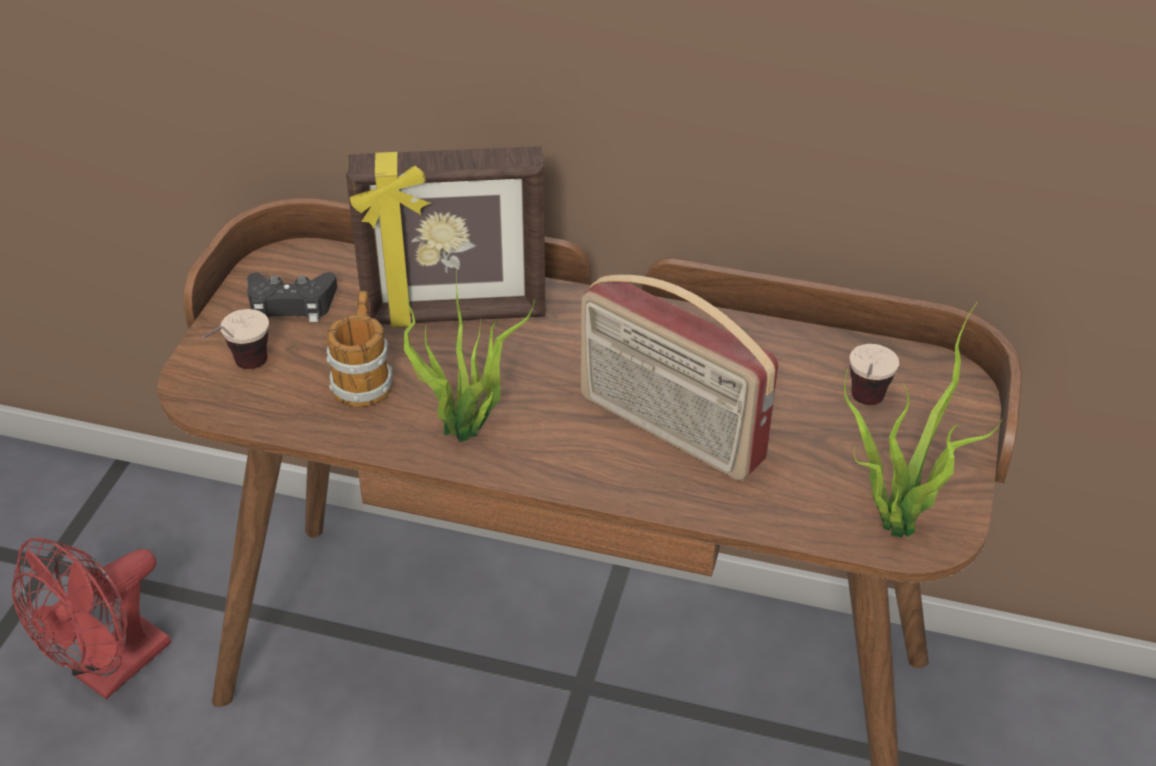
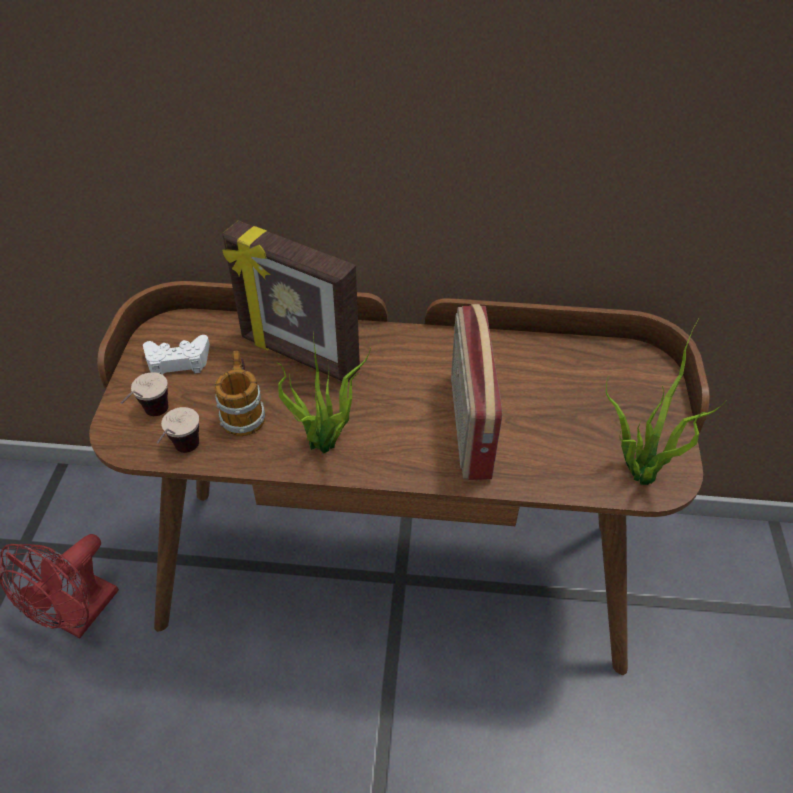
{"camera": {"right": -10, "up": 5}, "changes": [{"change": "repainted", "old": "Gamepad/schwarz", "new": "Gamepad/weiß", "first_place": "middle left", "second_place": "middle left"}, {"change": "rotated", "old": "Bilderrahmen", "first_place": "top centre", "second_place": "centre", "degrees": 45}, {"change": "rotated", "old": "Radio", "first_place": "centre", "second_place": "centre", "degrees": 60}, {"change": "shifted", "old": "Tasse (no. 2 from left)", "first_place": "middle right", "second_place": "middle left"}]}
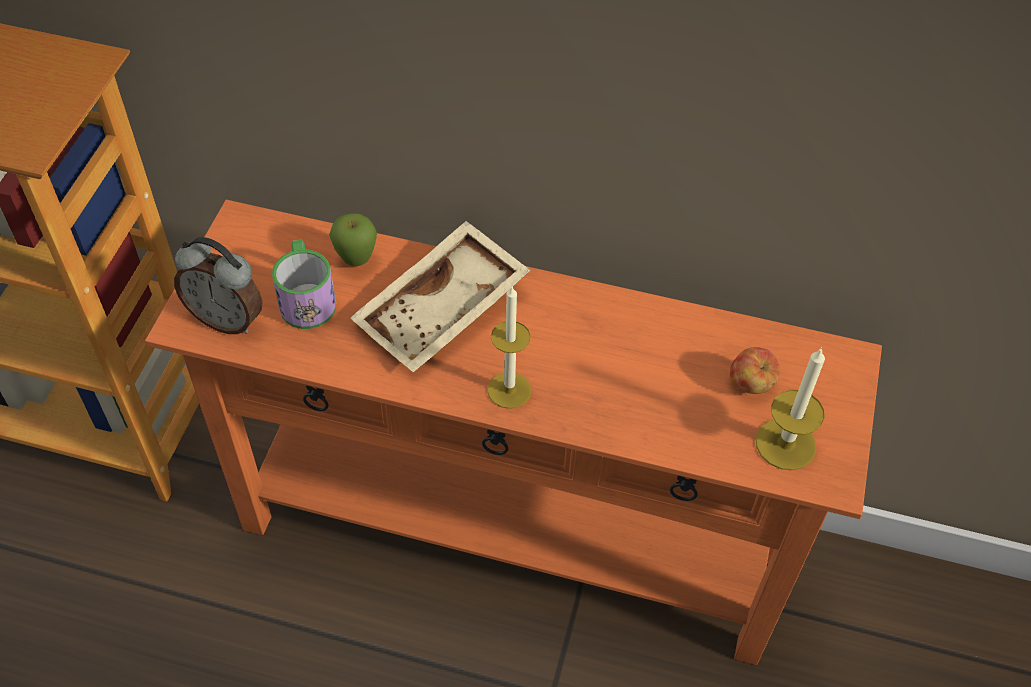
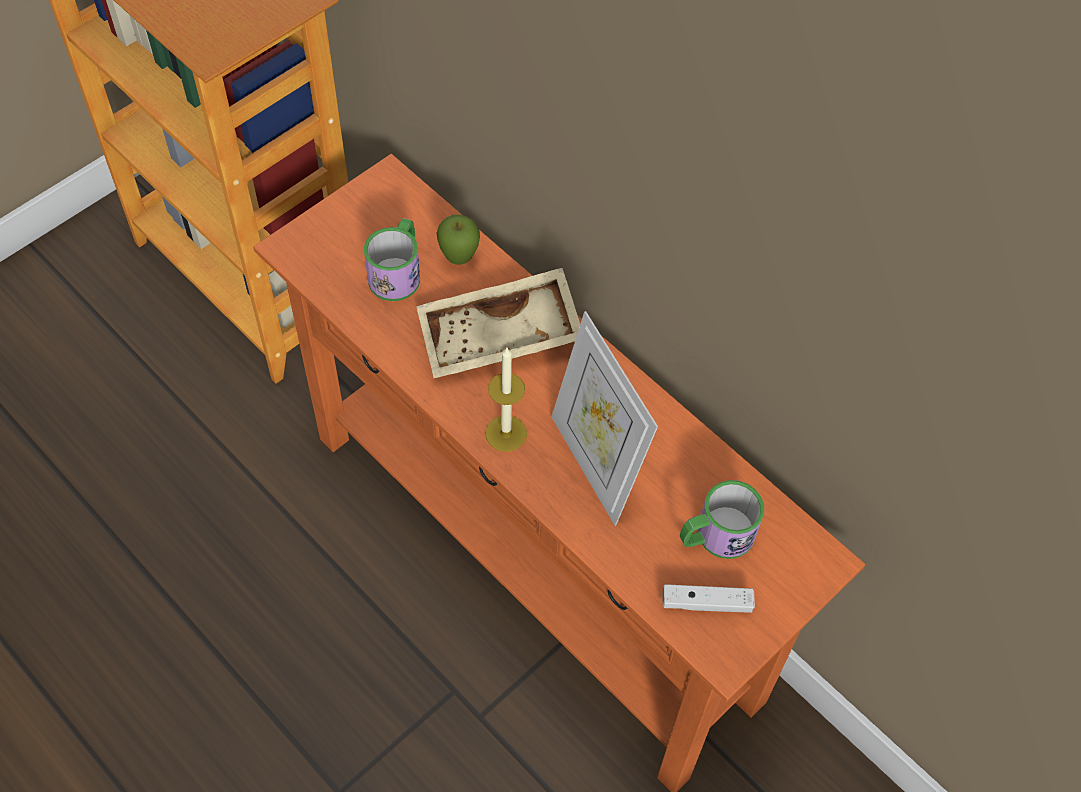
{"camera": {"right": 30, "up": 5}, "changes": [{"change": "gone", "old": "Wecker", "first_place": "middle left"}, {"change": "swapped", "old": "Apfel (no. 2 from left)", "new": "Henkelbecher (no. 2 from left)", "first_place": "middle right", "second_place": "middle right"}, {"change": "swapped", "old": "Kerze (no. 2 from left)", "new": "Gamepad/weiß", "first_place": "middle right", "second_place": "bottom centre"}, {"change": "new", "new": "Bilderrahmen", "second_place": "centre"}]}
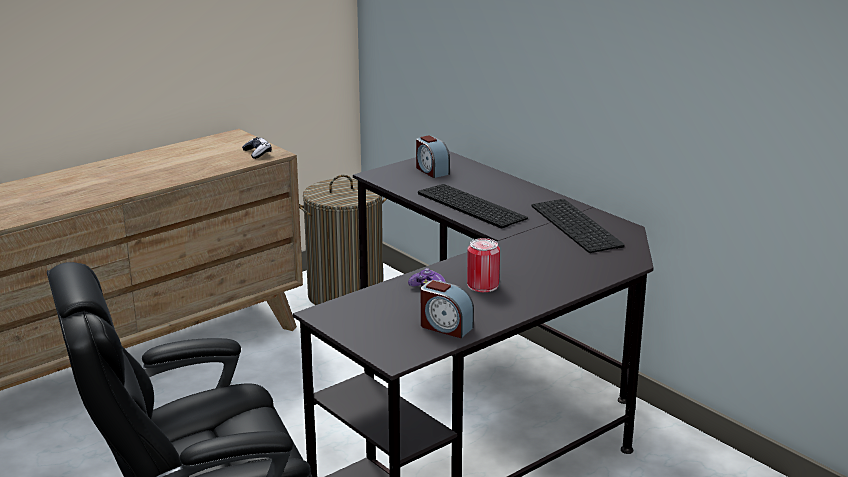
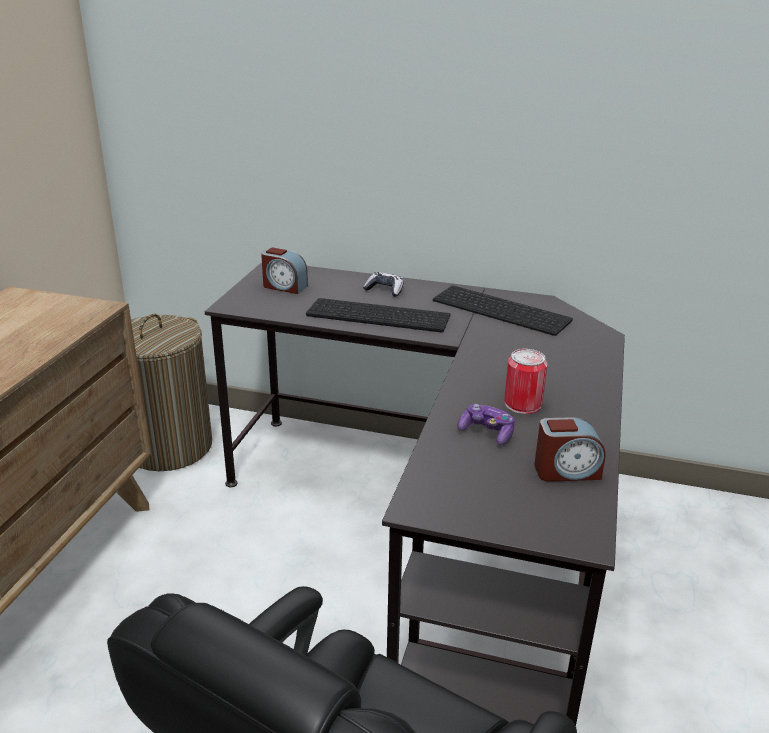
{"camera": {"right": -35, "up": 5}, "changes": [{"change": "shifted", "old": "Gamepad (no. 1 from left)", "first_place": "top left", "second_place": "centre"}]}
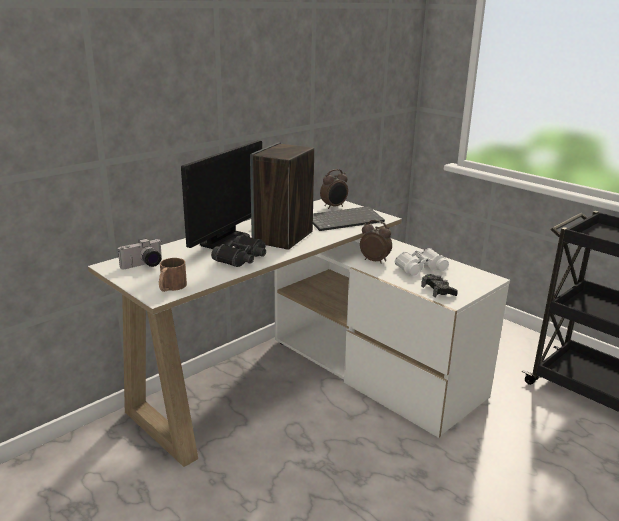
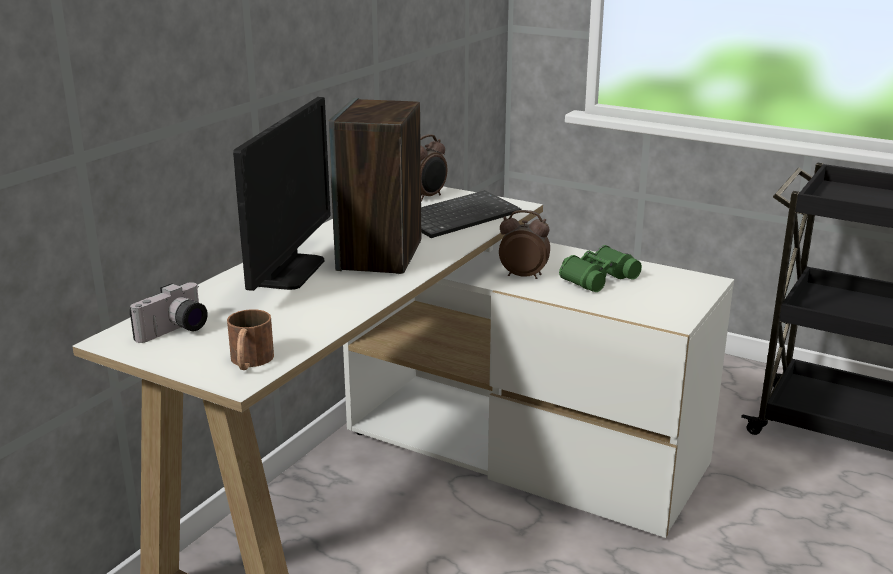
{"camera": {"right": -15, "up": 0}, "changes": [{"change": "gone", "old": "Fernglas/schwarz", "first_place": "centre"}, {"change": "repainted", "old": "Fernglas/weiß", "new": "Fernglas/grün", "first_place": "middle right", "second_place": "middle right"}, {"change": "gone", "old": "Gamepad/schwarz", "first_place": "middle right"}]}
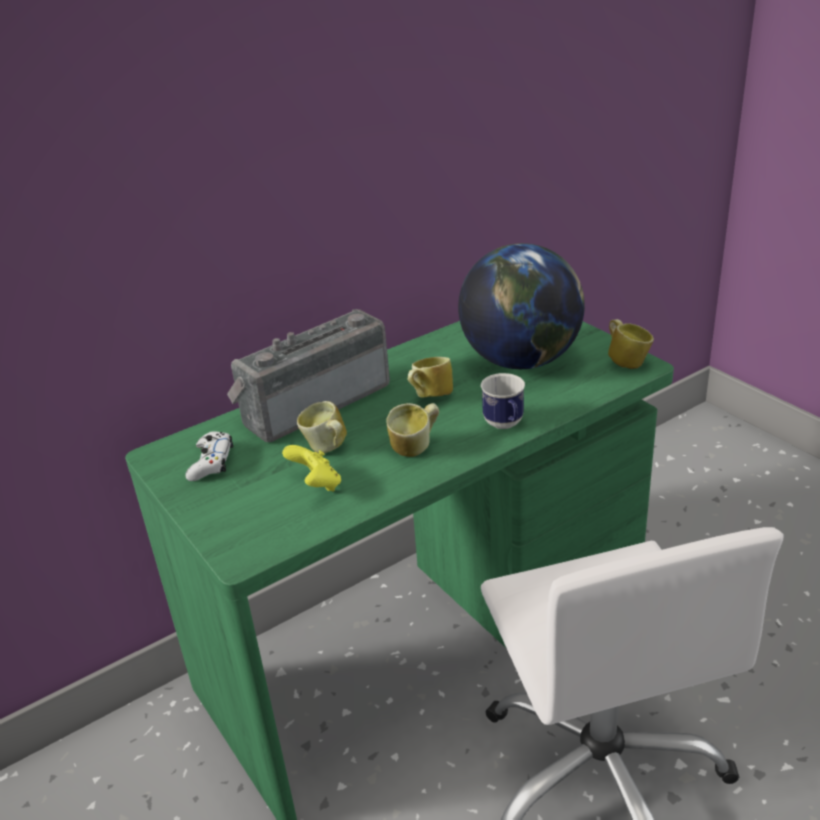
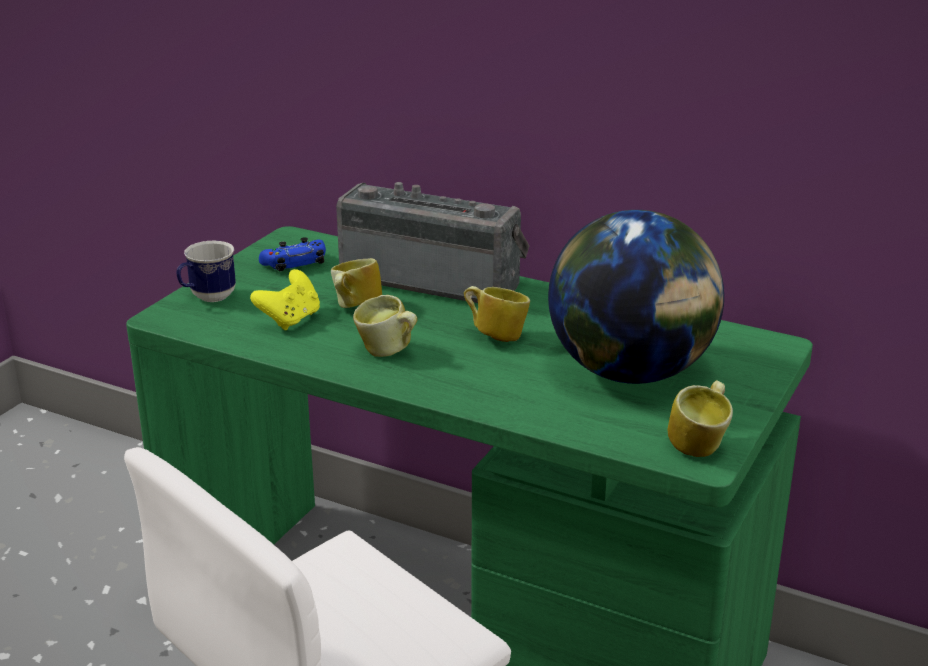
{"camera": {"right": 60, "up": -5}, "changes": [{"change": "repainted", "old": "Gamepad/weiß", "new": "Gamepad/blau", "first_place": "middle left", "second_place": "middle left"}, {"change": "shifted", "old": "Henkelbecher (no. 4 from left in the first image)", "new": "Henkelbecher (no. 1 from left)", "first_place": "centre", "second_place": "middle left"}]}
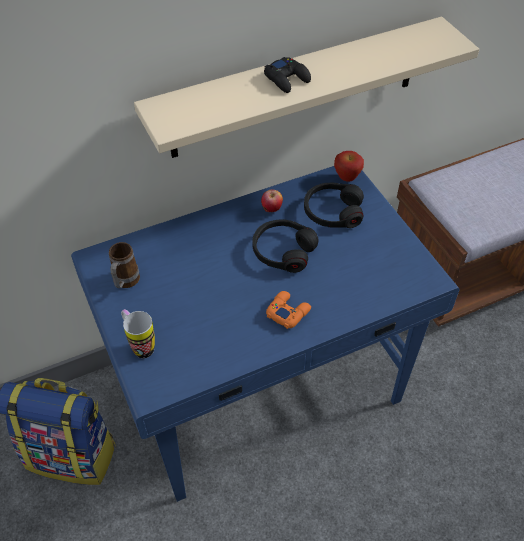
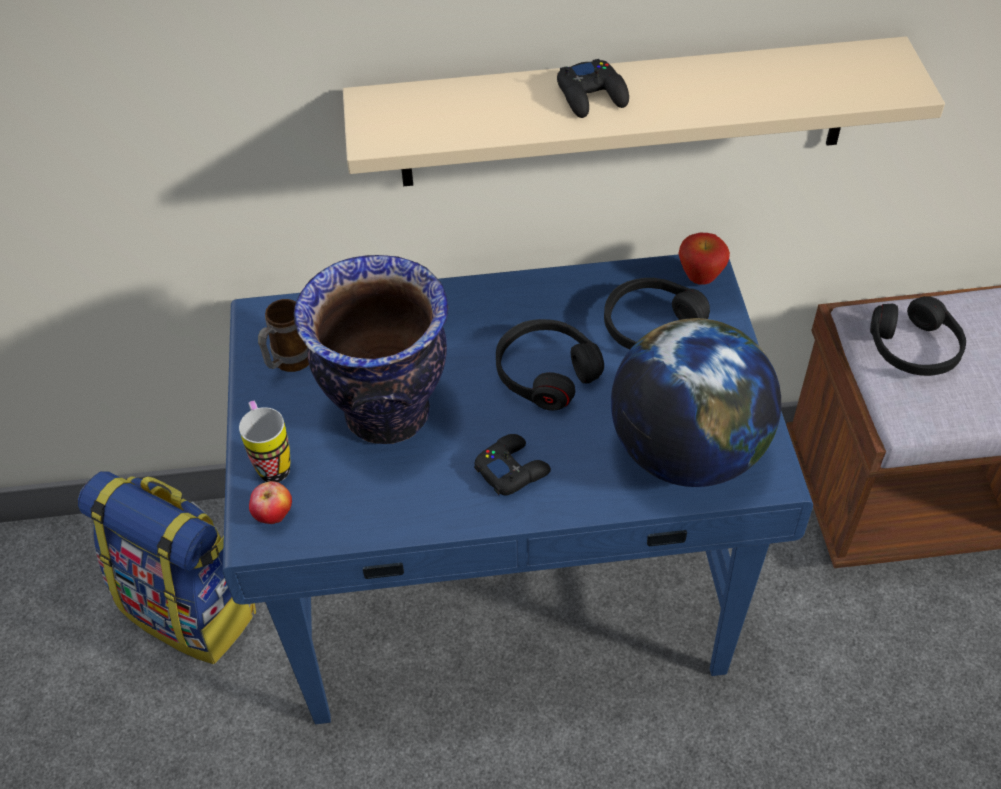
{"camera": {"right": 20, "up": 0}, "changes": [{"change": "shifted", "old": "Apfel (no. 1 from left)", "first_place": "centre", "second_place": "middle left"}, {"change": "repainted", "old": "Gamepad/orange", "new": "Gamepad/schwarz (no. 1 from left)", "first_place": "centre", "second_place": "centre"}, {"change": "new", "new": "Vase", "second_place": "centre"}, {"change": "new", "new": "Globus", "second_place": "middle right"}, {"change": "new", "new": "Kopfhörer/schwarz (no. 3 from left)", "second_place": "middle right"}]}
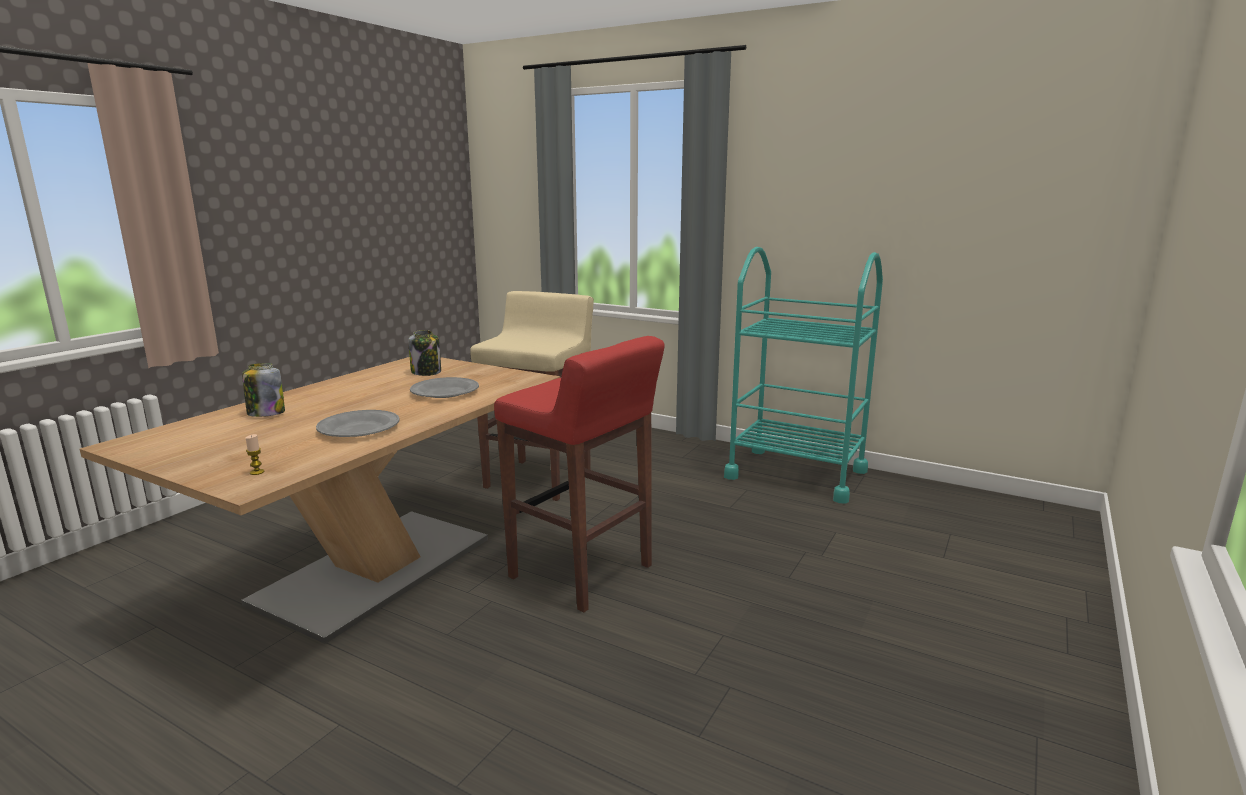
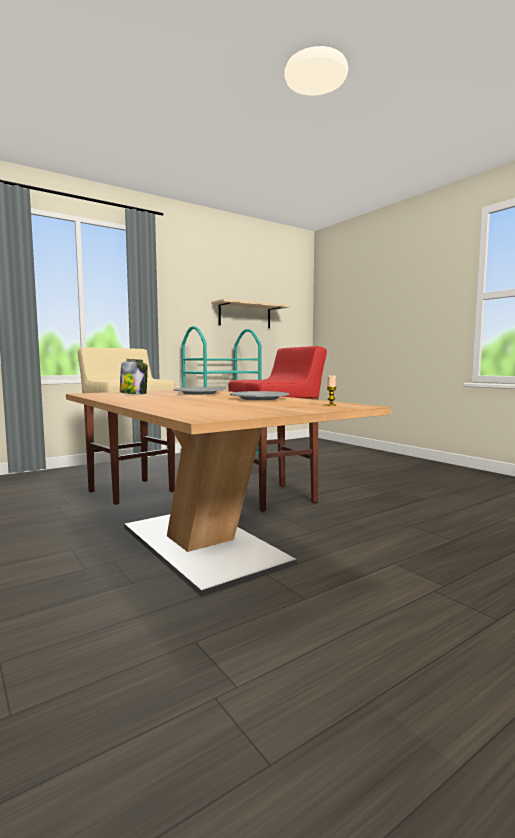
{"camera": {"right": -65, "up": -10}, "changes": [{"change": "gone", "old": "Vorratsglas (no. 1 from left)", "first_place": "middle left"}, {"change": "new", "new": "Wandregal/beige", "second_place": "centre"}]}
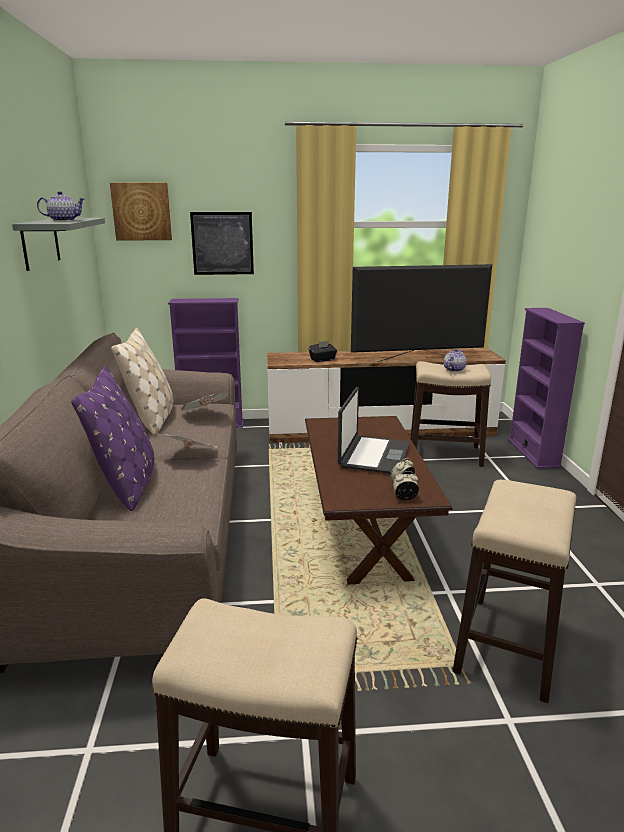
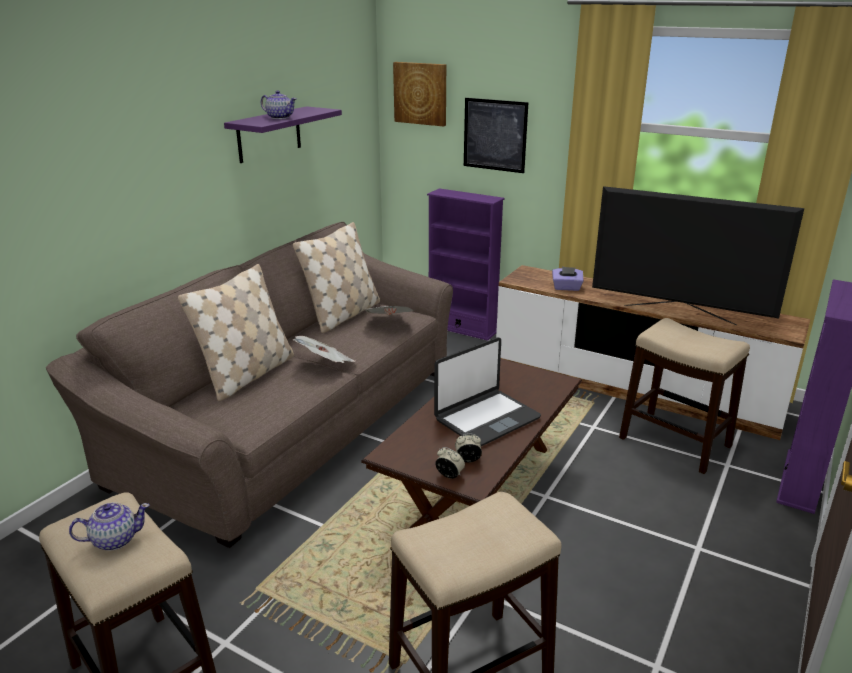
{"camera": {"right": 35, "up": 5}, "changes": [{"change": "repainted", "old": "Wandregal/grau", "new": "Wandregal/lila", "first_place": "top left", "second_place": "top left"}, {"change": "repainted", "old": "Kissen/lila", "new": "Kissen/beige (no. 1 from left)", "first_place": "middle left", "second_place": "middle left"}, {"change": "repainted", "old": "Taschentuchbox/schwarz", "new": "Taschentuchbox/lila", "first_place": "centre", "second_place": "centre"}, {"change": "shifted", "old": "Teekanne (no. 2 from left in the first image)", "new": "Teekanne (no. 1 from left)", "first_place": "middle right", "second_place": "bottom left"}]}
